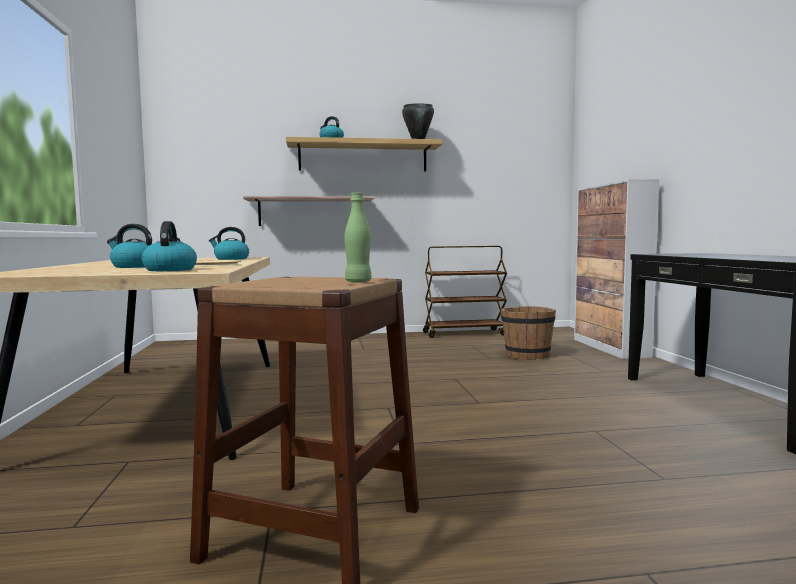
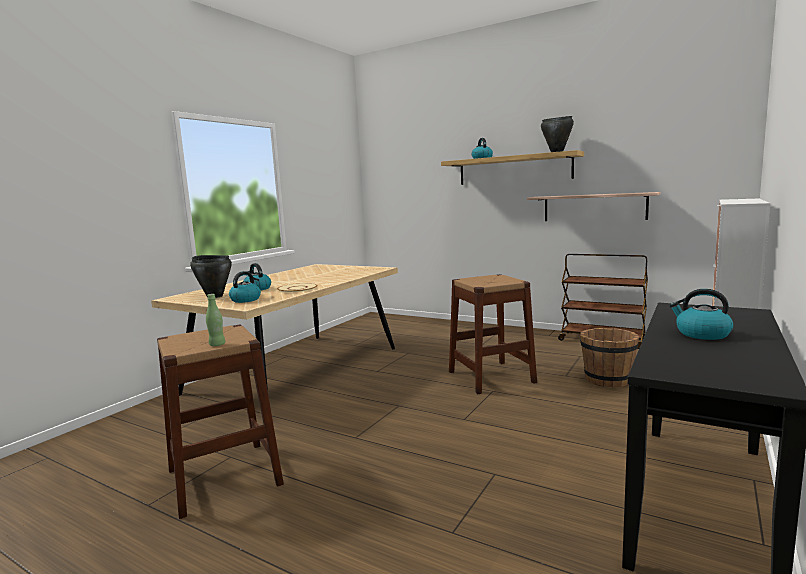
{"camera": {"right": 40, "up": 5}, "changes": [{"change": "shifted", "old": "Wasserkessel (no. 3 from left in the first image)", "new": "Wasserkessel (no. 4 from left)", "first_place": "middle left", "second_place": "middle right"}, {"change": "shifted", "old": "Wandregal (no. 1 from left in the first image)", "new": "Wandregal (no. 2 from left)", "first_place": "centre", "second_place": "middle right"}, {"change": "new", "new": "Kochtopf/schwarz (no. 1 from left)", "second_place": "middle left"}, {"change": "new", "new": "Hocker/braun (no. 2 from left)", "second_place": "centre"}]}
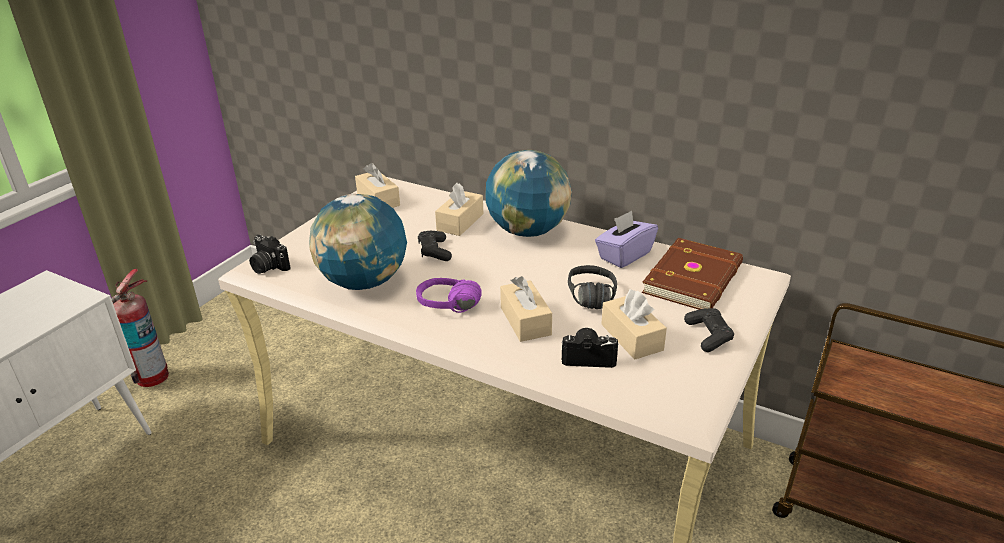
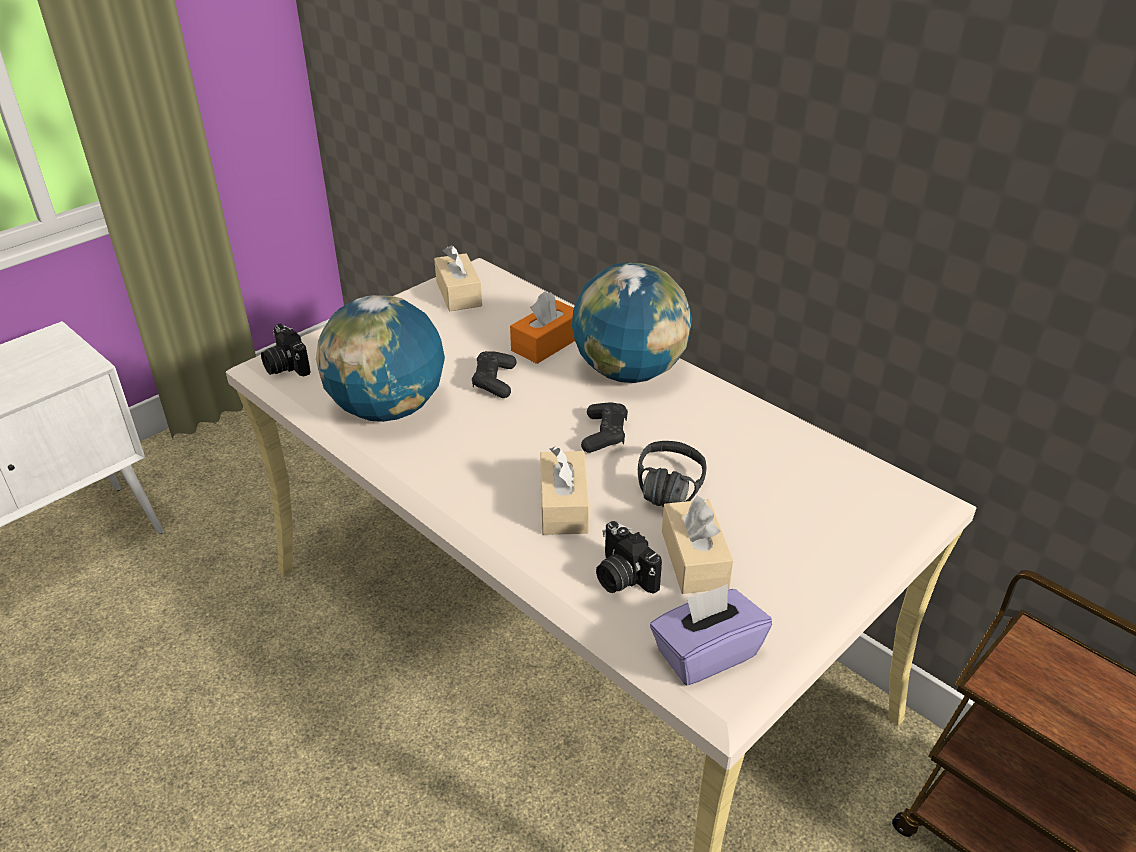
{"camera": {"right": 15, "up": 5}, "changes": [{"change": "gone", "old": "Feuerlöscher", "first_place": "middle left"}, {"change": "gone", "old": "Kopfhörer/lila", "first_place": "centre"}, {"change": "repainted", "old": "Taschentuchbox/beige (no. 2 from left)", "new": "Taschentuchbox/orange", "first_place": "centre", "second_place": "centre"}, {"change": "rotated", "old": "Kamera (no. 2 from left)", "first_place": "centre", "second_place": "centre", "degrees": -150}, {"change": "shifted", "old": "Taschentuchbox/lila", "first_place": "centre", "second_place": "bottom centre"}, {"change": "gone", "old": "Buch/braun", "first_place": "middle right"}, {"change": "shifted", "old": "Gamepad/schwarz (no. 2 from left)", "first_place": "middle right", "second_place": "centre"}]}
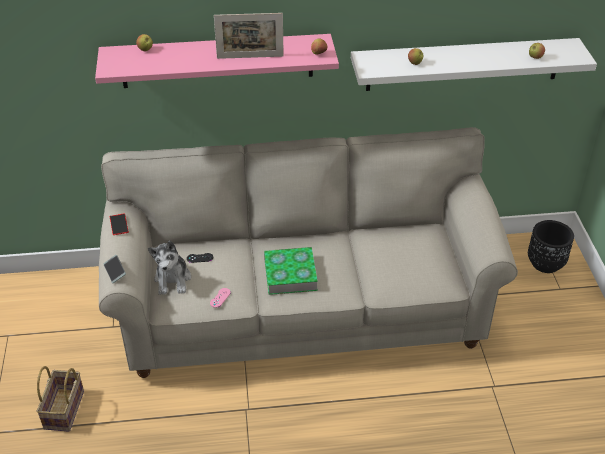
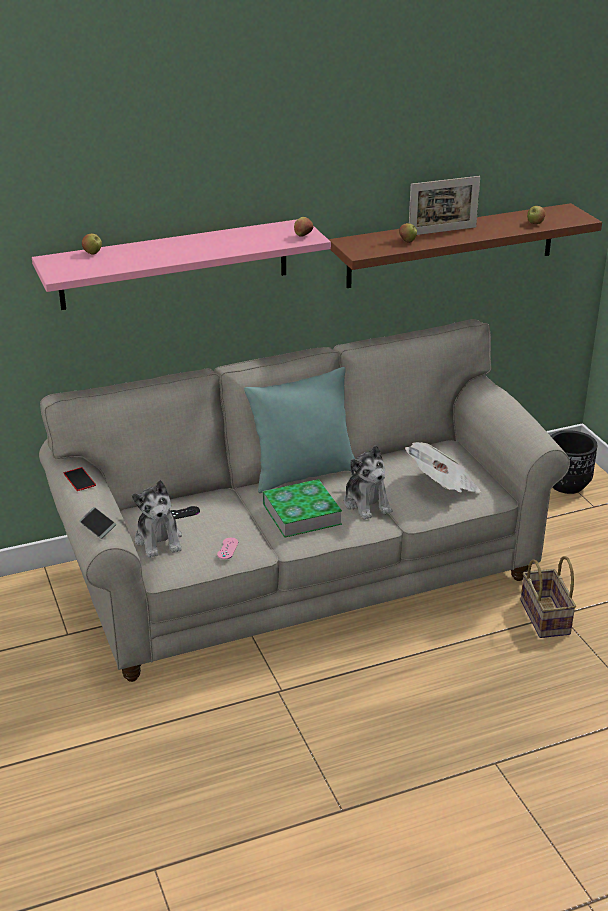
{"camera": {"right": -15, "up": -10}, "changes": [{"change": "shifted", "old": "Korb", "first_place": "bottom left", "second_place": "middle right"}, {"change": "shifted", "old": "Bilderrahmen", "first_place": "top centre", "second_place": "top right"}, {"change": "repainted", "old": "Wandregal/weiß", "new": "Wandregal/braun", "first_place": "top right", "second_place": "top right"}, {"change": "new", "new": "Kissen/türkis", "second_place": "centre"}, {"change": "new", "new": "Plüschtier (no. 2 from left)", "second_place": "centre"}, {"change": "new", "new": "Zeitung", "second_place": "middle right"}]}
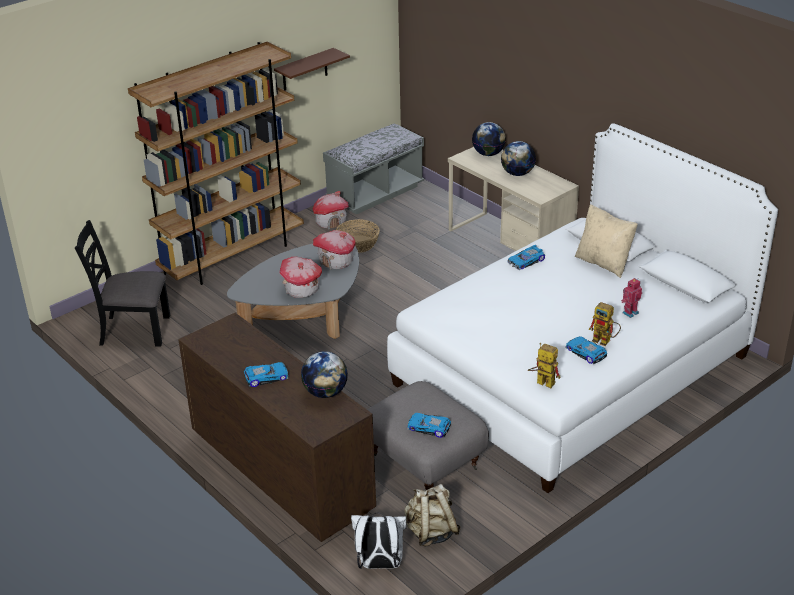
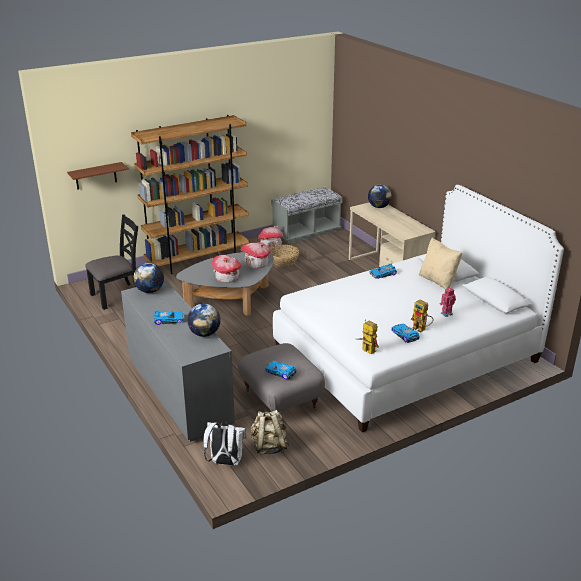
{"camera": {"right": 10, "up": -5}, "changes": [{"change": "rotated", "old": "Stuhl/schwarz", "first_place": "middle left", "second_place": "middle left", "degrees": 135}, {"change": "repainted", "old": "Kommode/braun", "new": "Kommode/grau", "first_place": "bottom centre", "second_place": "middle left"}, {"change": "shifted", "old": "Wandregal/braun", "first_place": "top centre", "second_place": "top left"}, {"change": "shifted", "old": "Globus (no. 3 from left in the first image)", "new": "Globus (no. 1 from left)", "first_place": "top centre", "second_place": "middle left"}]}
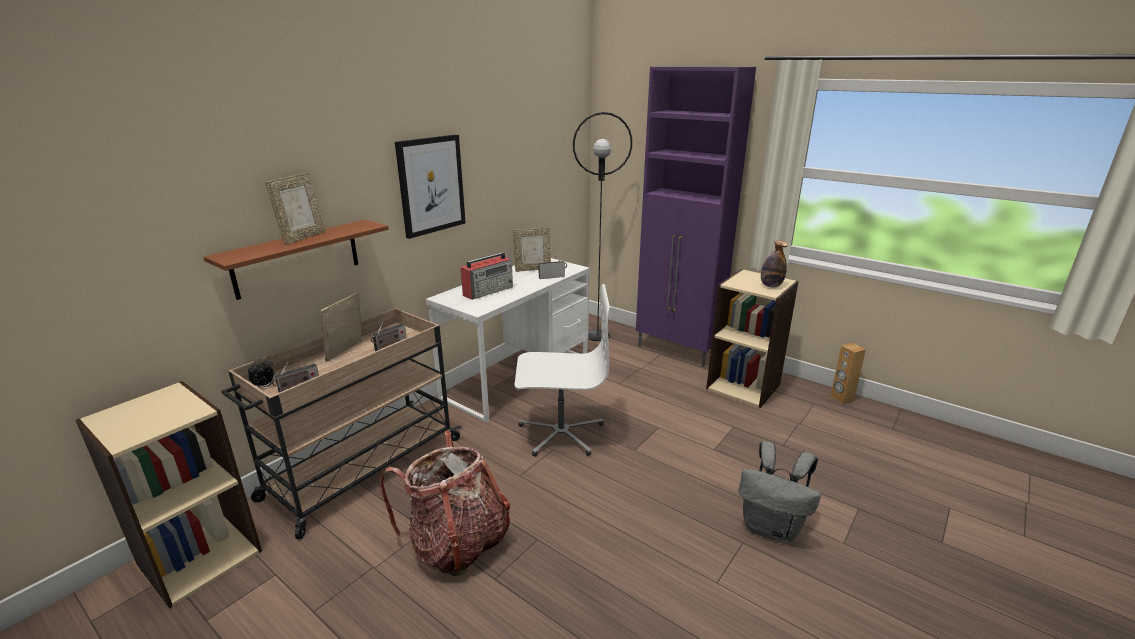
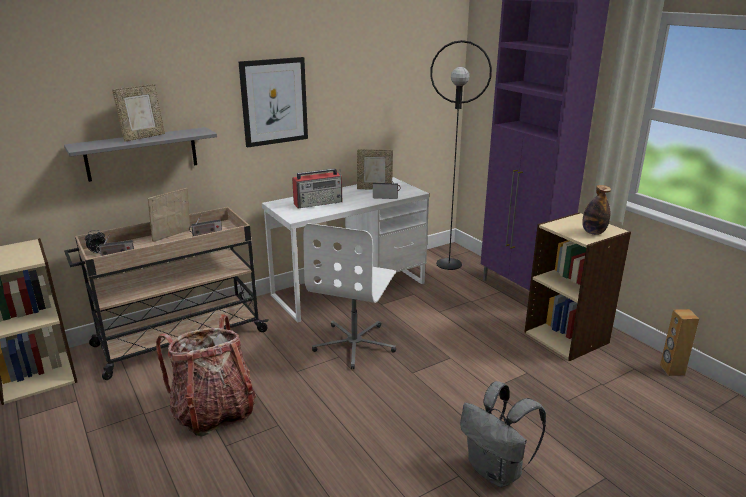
{"camera": {"right": 20, "up": 0}, "changes": [{"change": "repainted", "old": "Wandregal/braun", "new": "Wandregal/grau", "first_place": "middle left", "second_place": "top left"}, {"change": "rotated", "old": "Bürostuhl/weiß", "first_place": "centre", "second_place": "centre", "degrees": 90}]}
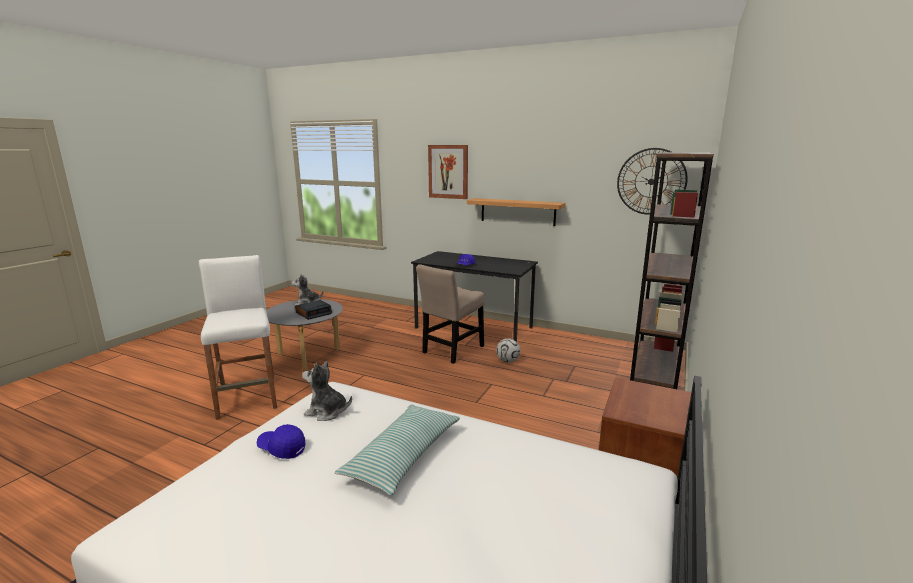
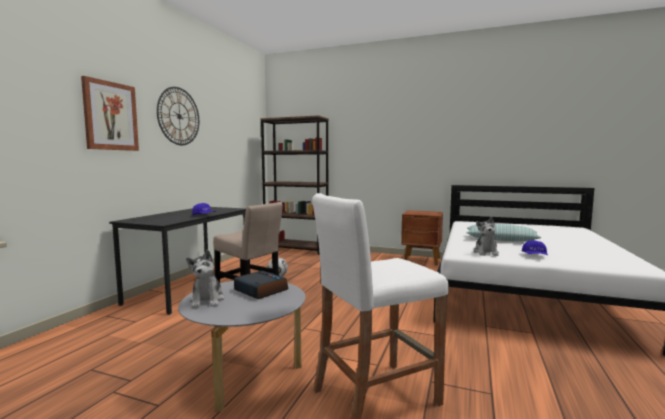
{"camera": {"right": -95, "up": -10}, "changes": [{"change": "gone", "old": "Wandregal", "first_place": "centre"}, {"change": "shifted", "old": "Wanduhr", "first_place": "top right", "second_place": "top left"}]}
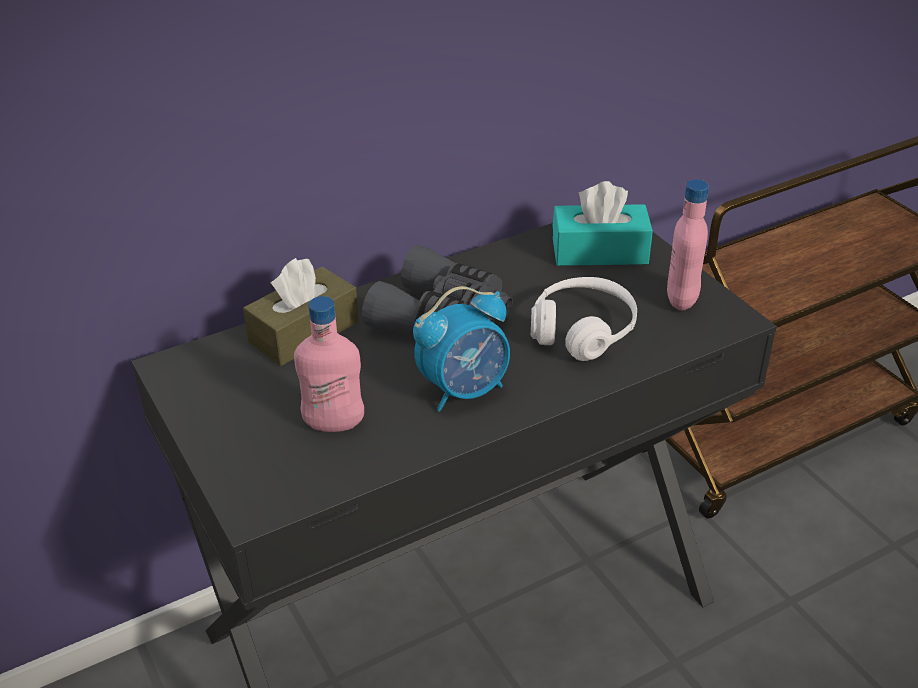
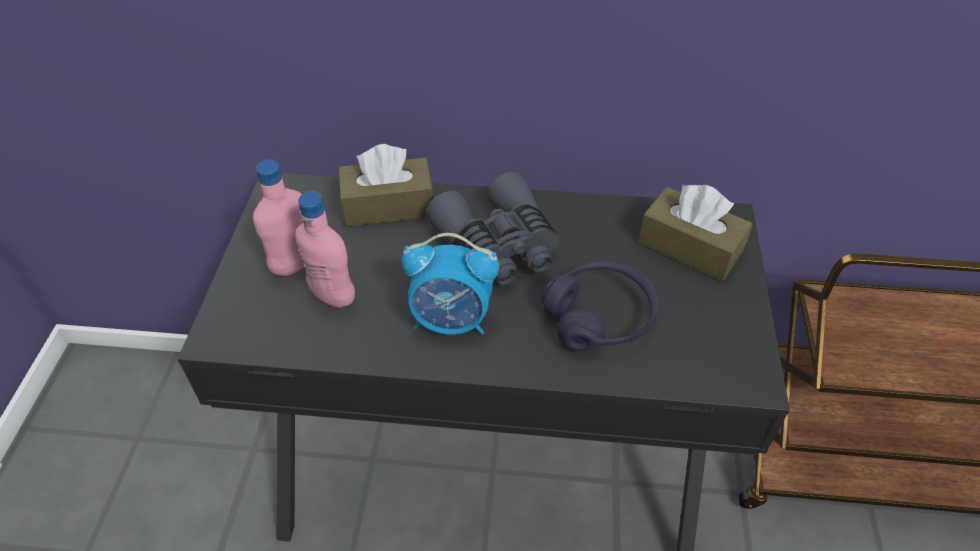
{"camera": {"right": 35, "up": 10}, "changes": [{"change": "repainted", "old": "Kopfhörer/weiß", "new": "Kopfhörer/lila", "first_place": "centre", "second_place": "centre"}, {"change": "repainted", "old": "Taschentuchbox/türkis", "new": "Taschentuchbox/braun (no. 2 from left)", "first_place": "top centre", "second_place": "middle right"}, {"change": "shifted", "old": "Flasche/rosa (no. 2 from left in the first image)", "new": "Flasche/rosa (no. 1 from left)", "first_place": "middle right", "second_place": "middle left"}]}
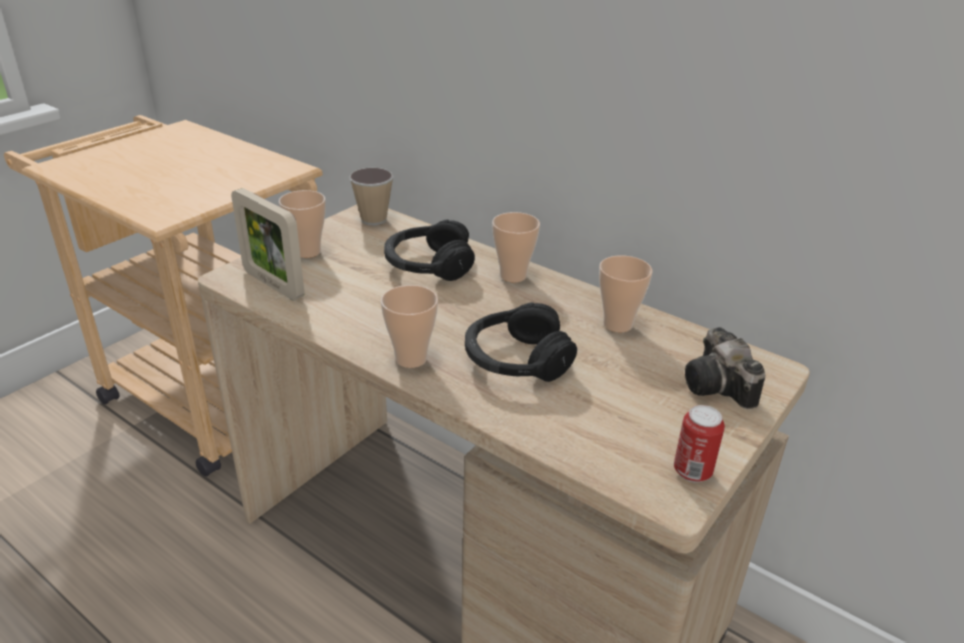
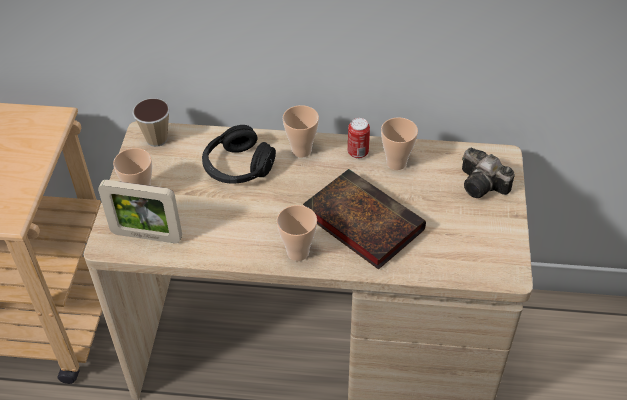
{"camera": {"right": -30, "up": 15}, "changes": [{"change": "swapped", "old": "Kopfhörer/schwarz (no. 2 from left)", "new": "Buch", "first_place": "centre", "second_place": "centre"}, {"change": "shifted", "old": "Dose", "first_place": "bottom right", "second_place": "centre"}]}
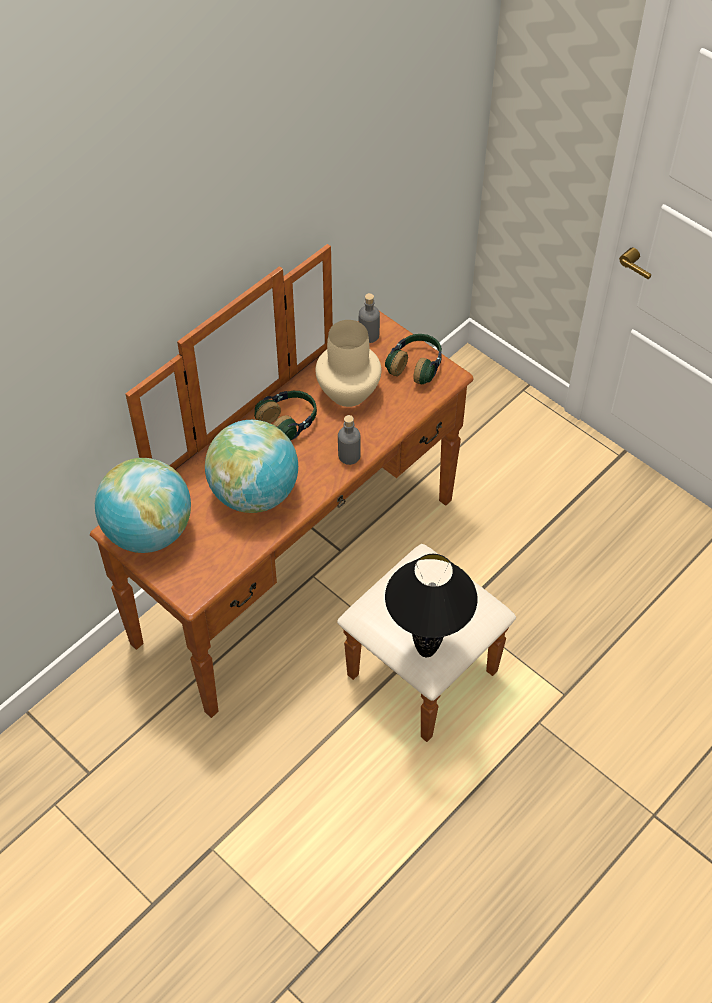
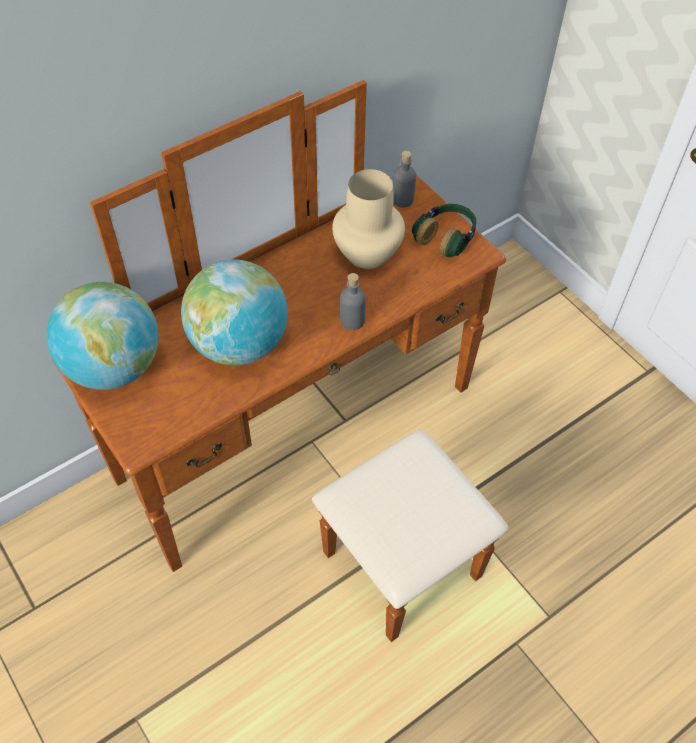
{"camera": {"right": 10, "up": 0}, "changes": [{"change": "gone", "old": "Kopfhörer (no. 1 from left)", "first_place": "centre"}, {"change": "gone", "old": "Tischlampe/schwarz", "first_place": "centre"}]}
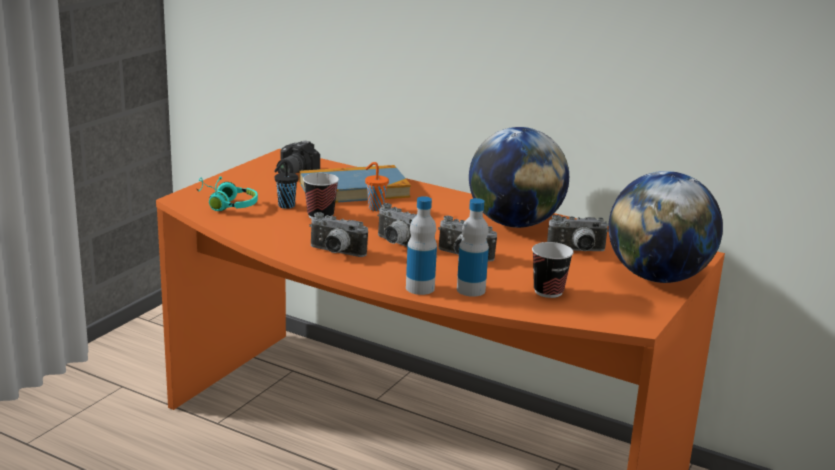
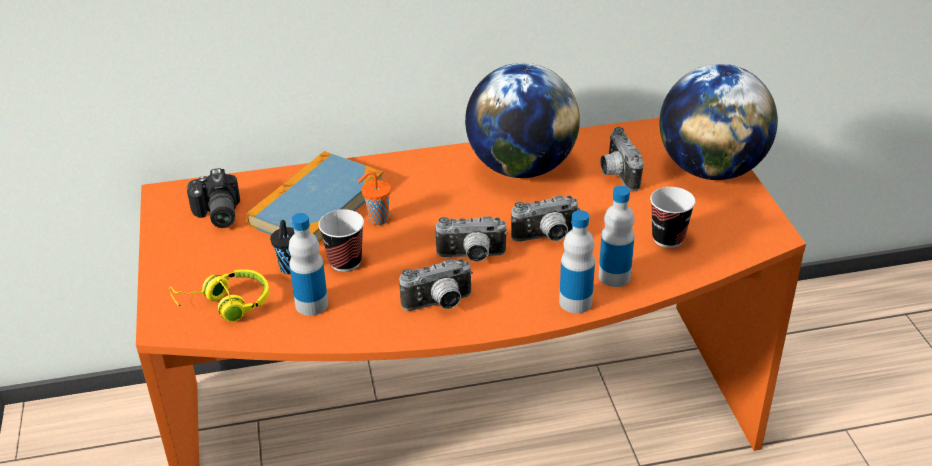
{"camera": {"right": -40, "up": 15}, "changes": [{"change": "repainted", "old": "Kopfhörer/türkis", "new": "Kopfhörer/gelb", "first_place": "middle left", "second_place": "middle left"}, {"change": "rotated", "old": "Kamera (no. 5 from left)", "first_place": "middle right", "second_place": "middle right", "degrees": 120}, {"change": "new", "new": "Flasche (no. 1 from left)", "second_place": "middle left"}]}
